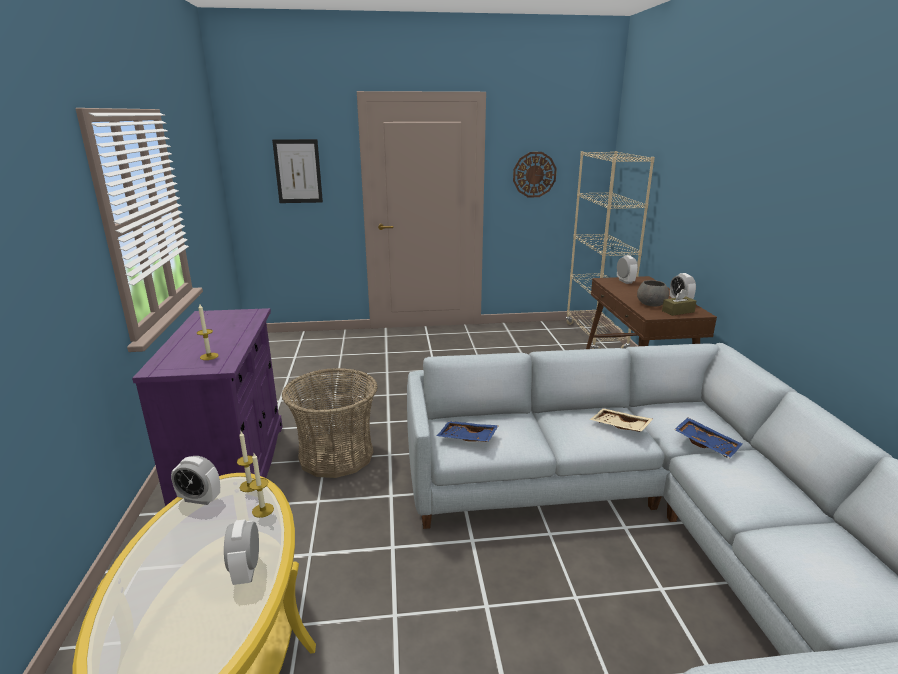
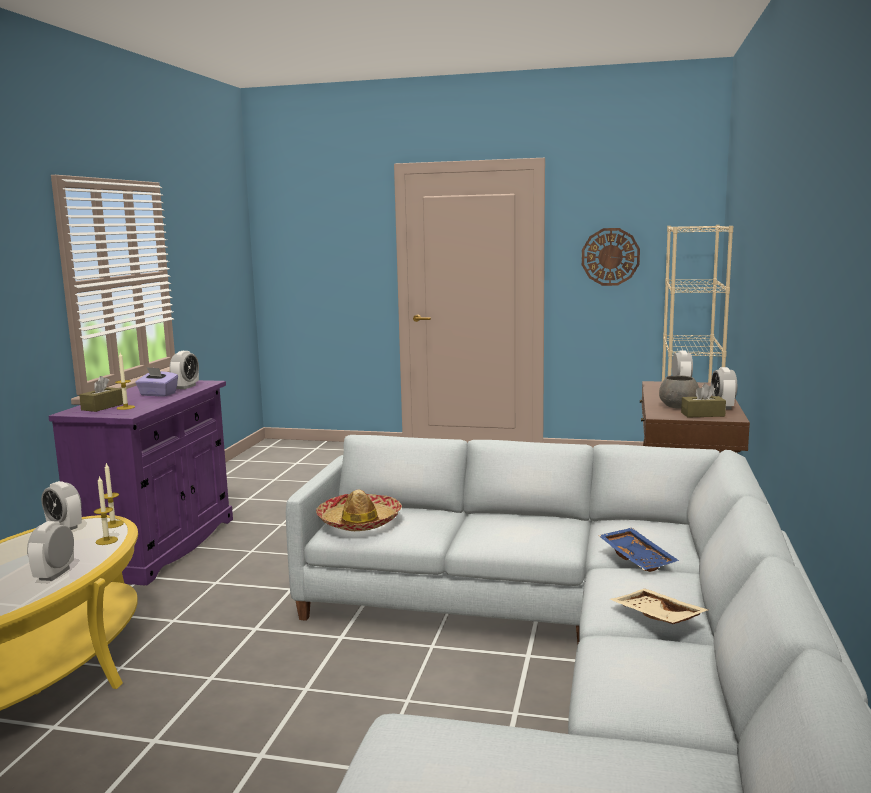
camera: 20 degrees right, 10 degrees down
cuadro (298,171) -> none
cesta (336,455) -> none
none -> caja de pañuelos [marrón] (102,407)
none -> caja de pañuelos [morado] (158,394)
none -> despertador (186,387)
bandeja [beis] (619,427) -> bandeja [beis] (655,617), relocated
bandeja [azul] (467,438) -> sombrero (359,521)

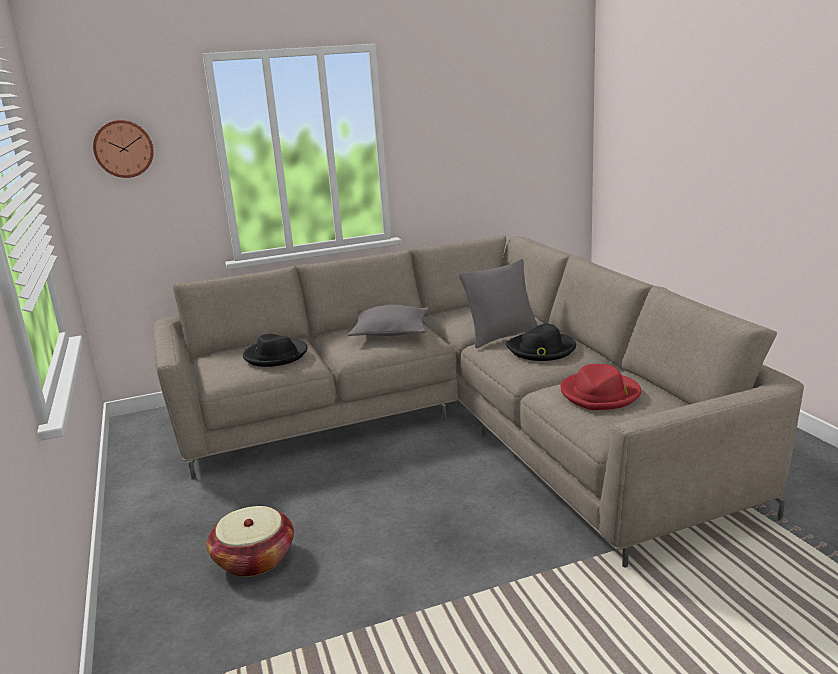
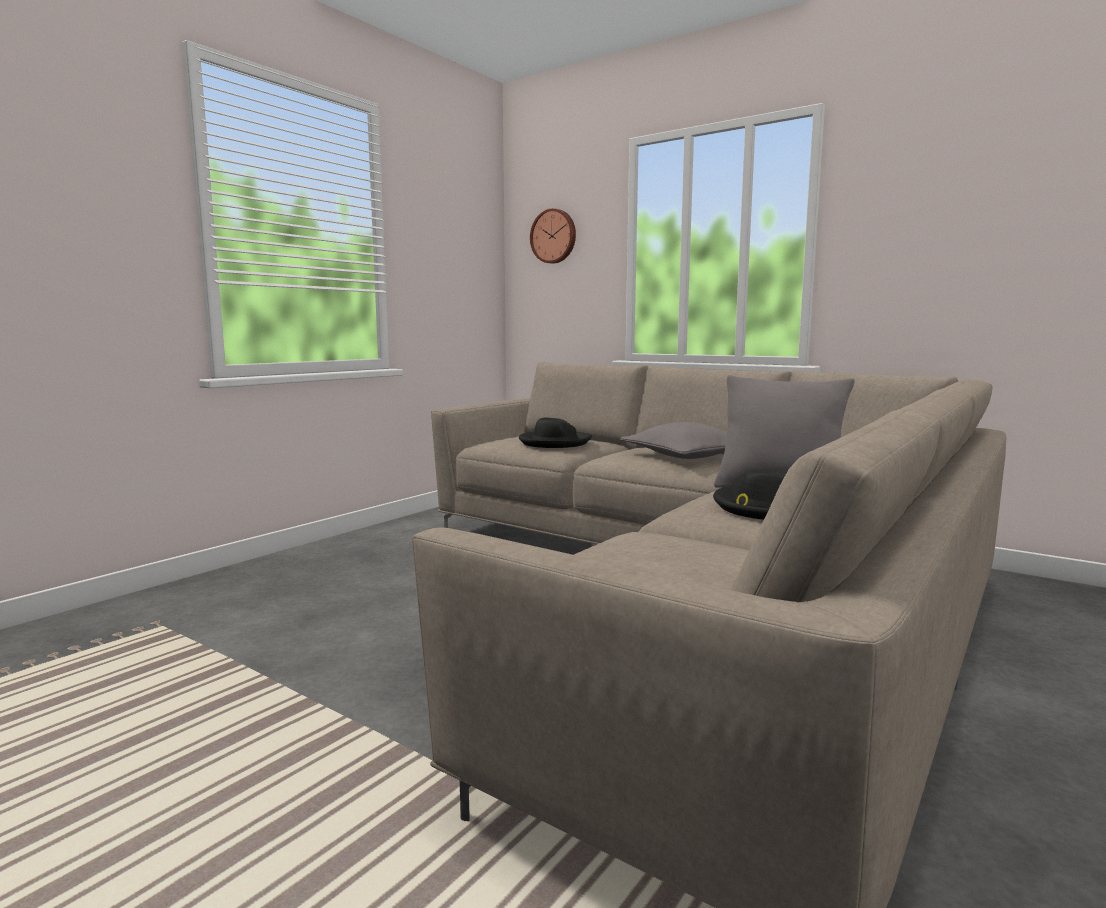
camera: 55 degrees right, 10 degrees down
cesta (254,559) -> none
sombrero [rojo] (600,394) -> none

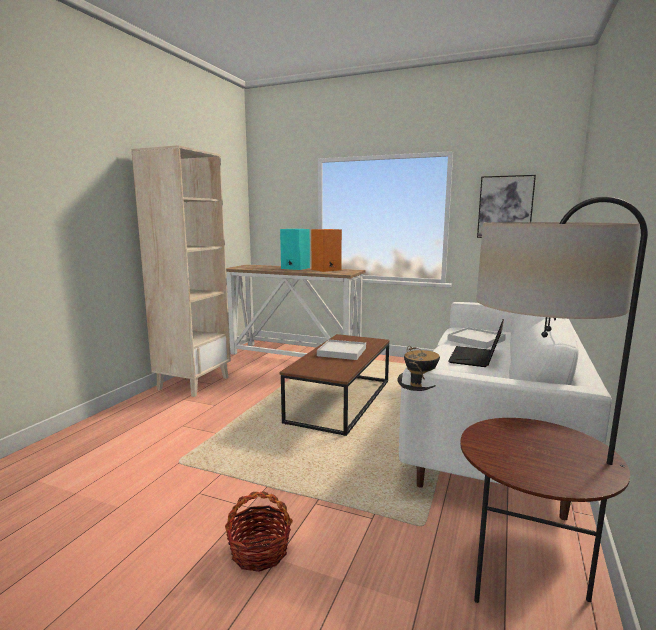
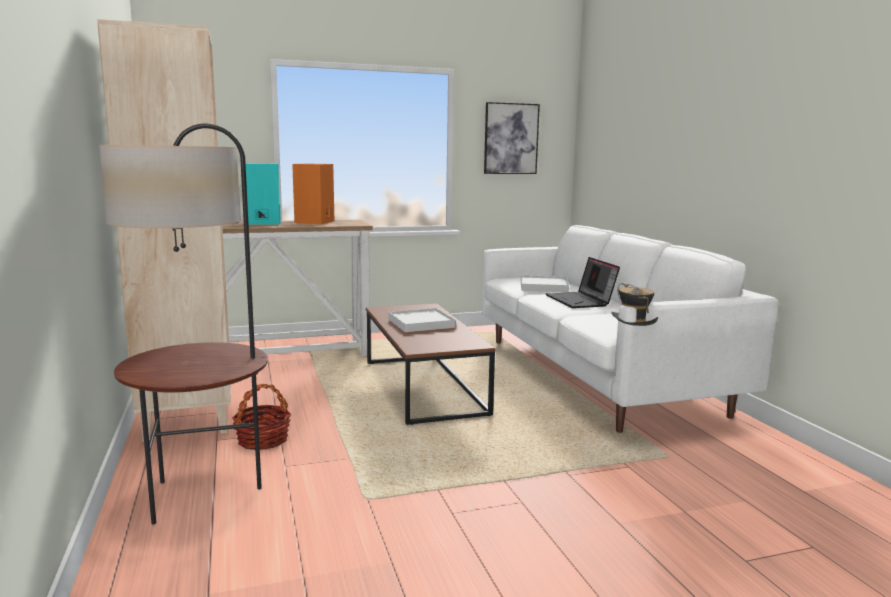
camera: 40 degrees left, 0 degrees up
cesta (259,551) -> cesta (263,440), relocated
lámpara de pie (524,582) -> lámpara de pie (203,496), relocated

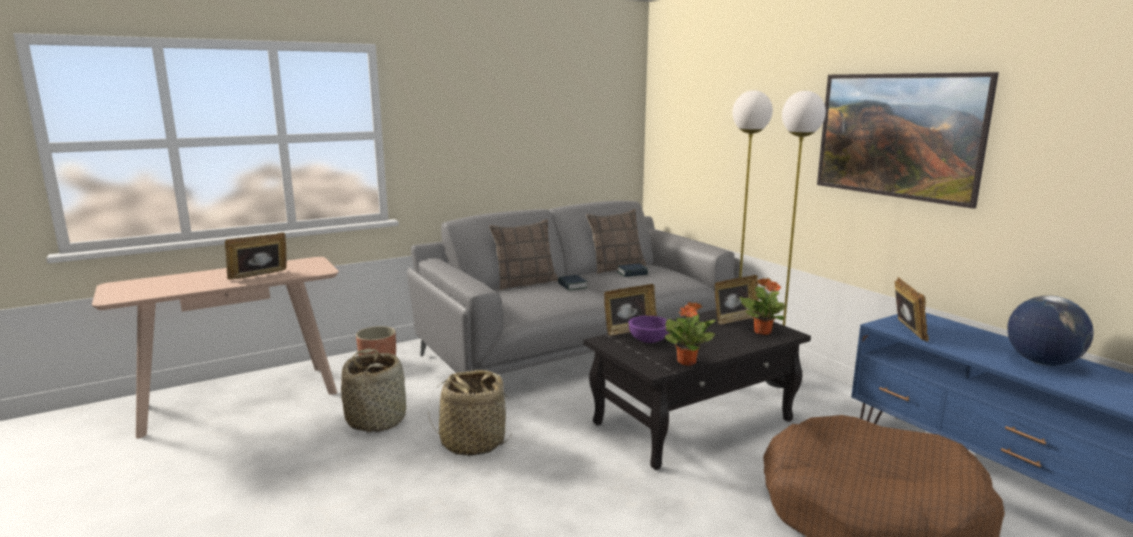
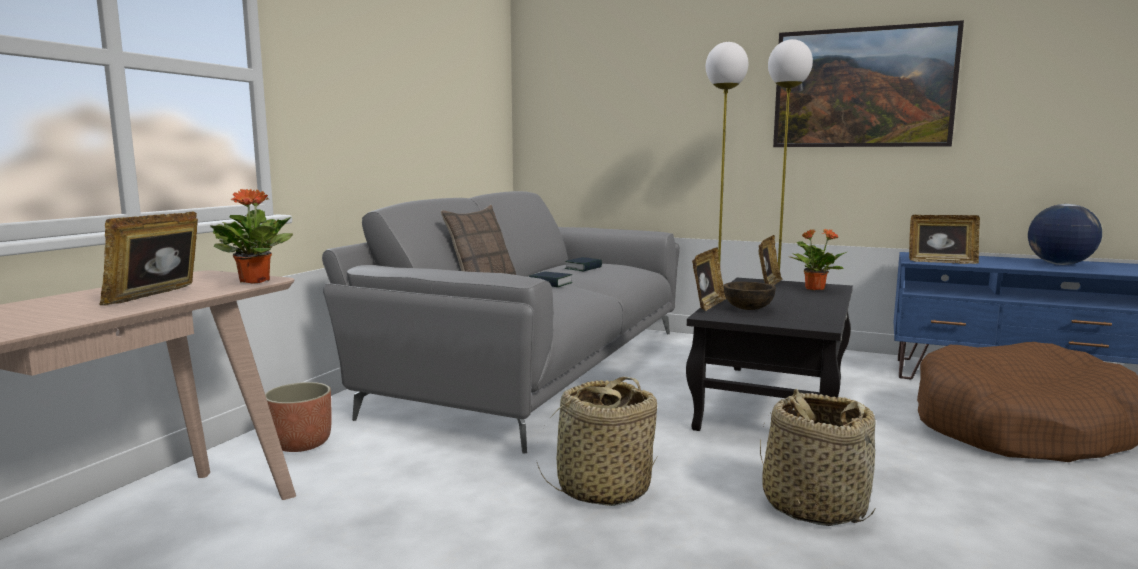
camera: 35 degrees left, 5 degrees down
cojín (616,267) -> none
cesta (377,420) -> cesta (813,505), relocated
planta en maceta (687,362) -> planta en maceta (255,281), relocated
cuenco [morado] (648,340) -> cuenco [marrón] (748,309)
portarretratos (906,331) -> portarretratos (941,262), 135 degrees clockwise

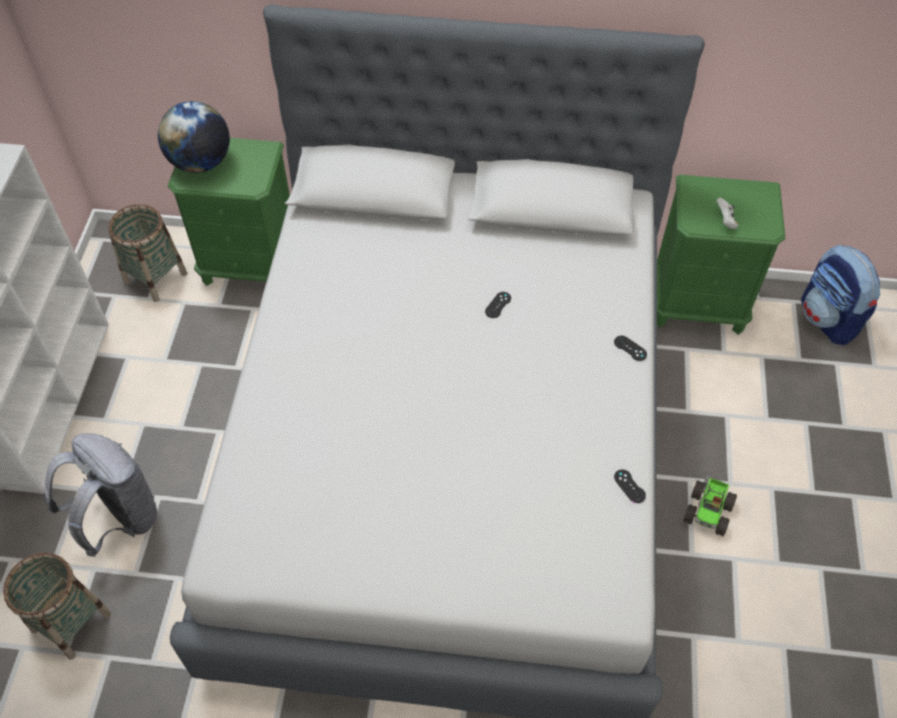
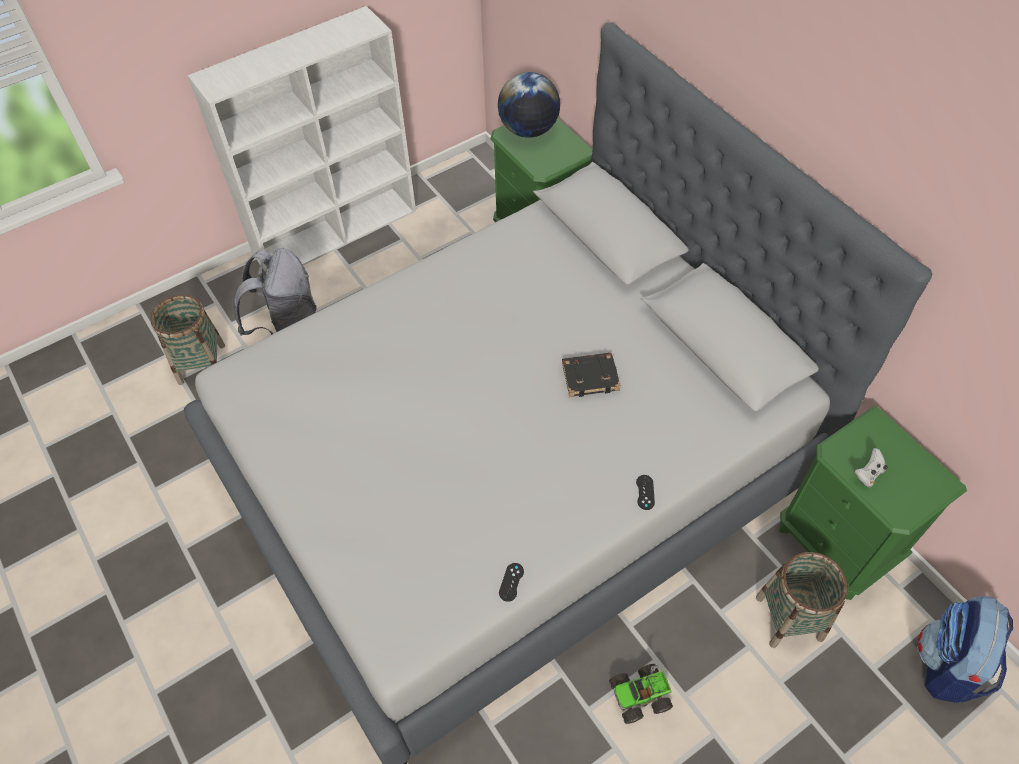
camera: 50 degrees right, 0 degrees up
cesta (156,277) -> cesta (789,618), relocated
mando de consola [negro] (498,305) -> libro [negro] (590,376)

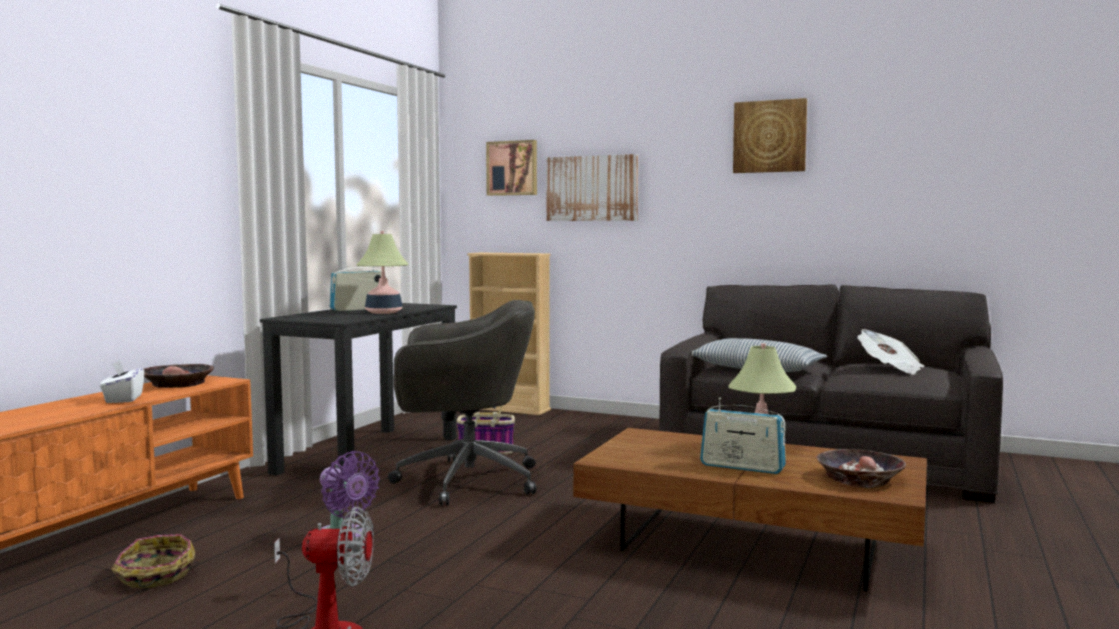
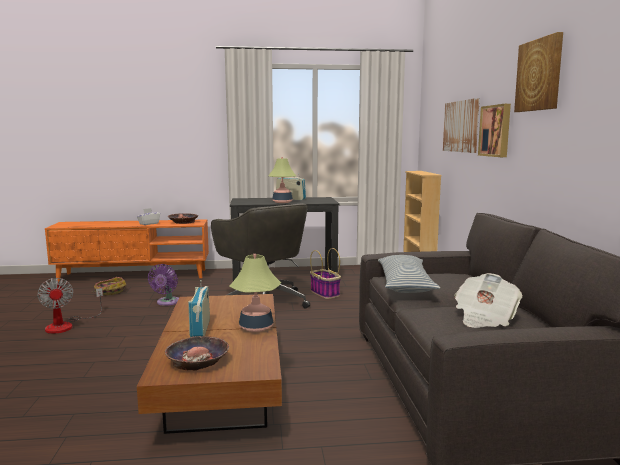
camera: 60 degrees right, 5 degrees up
cuadro (512,168) -> cuadro (496,131), relocated

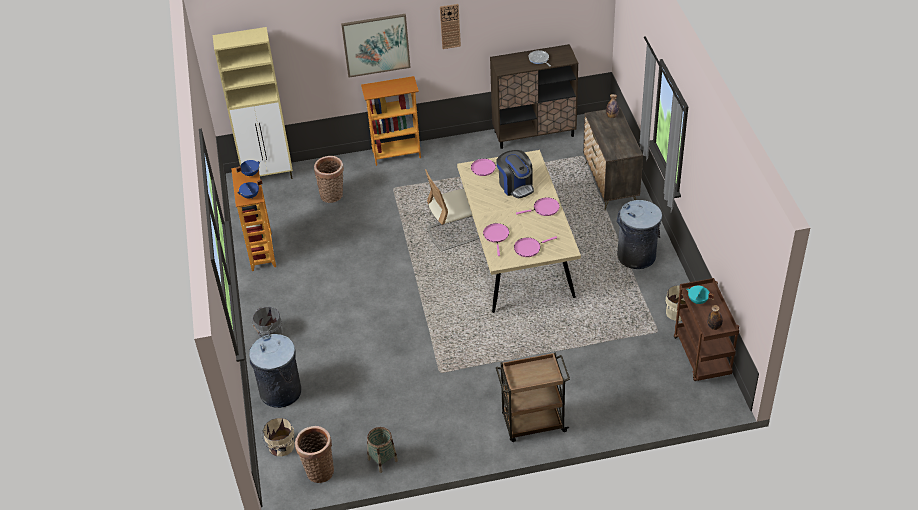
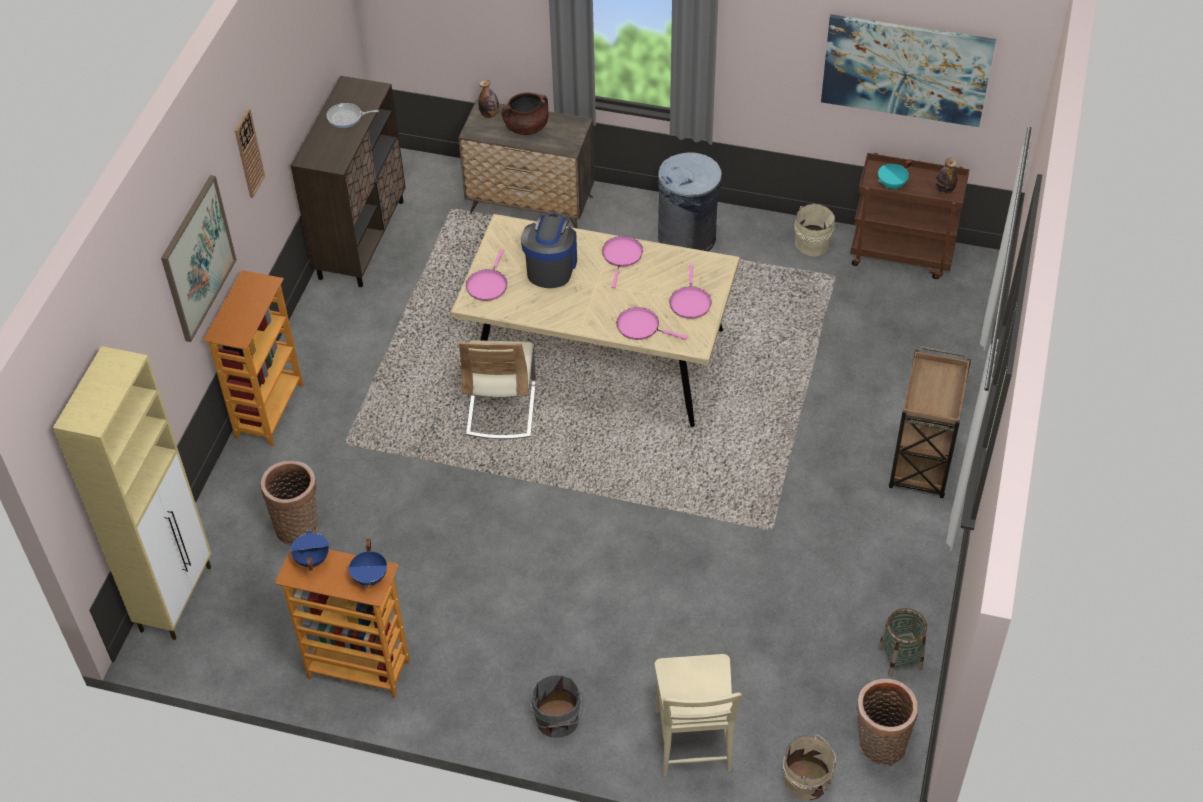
camera: 65 degrees left, 5 degrees up
none -> olla [marrón] (526,127)
none -> cuadro (906,70)
papelera [gris] (280,392) -> silla [beis] (693,745)
cafetera (515,185) -> cafetera (551,267), 75 degrees counterclockwise

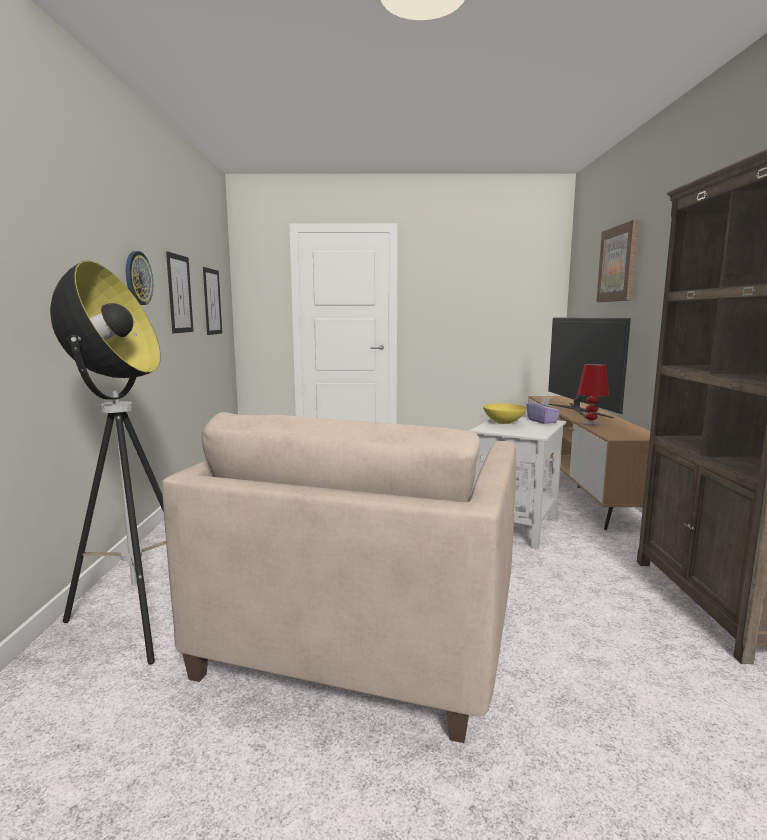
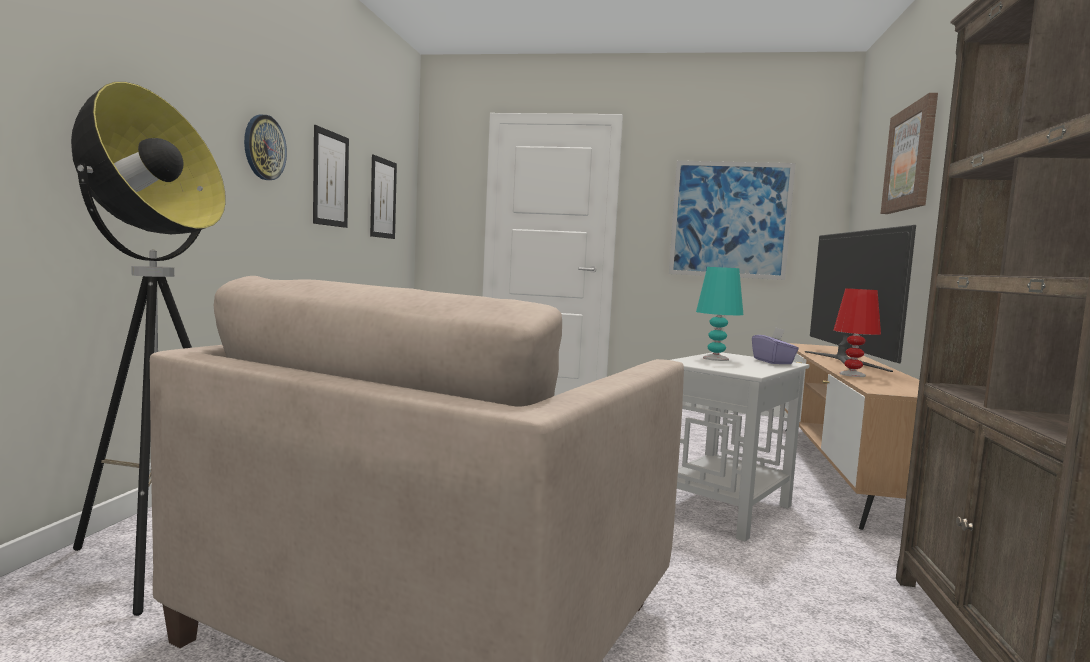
camera: 10 degrees right, 5 degrees down
none -> cuadro (730,220)
cuenco [amarillo] (504,422) -> lámpara de mesa [turquesa] (716,358)

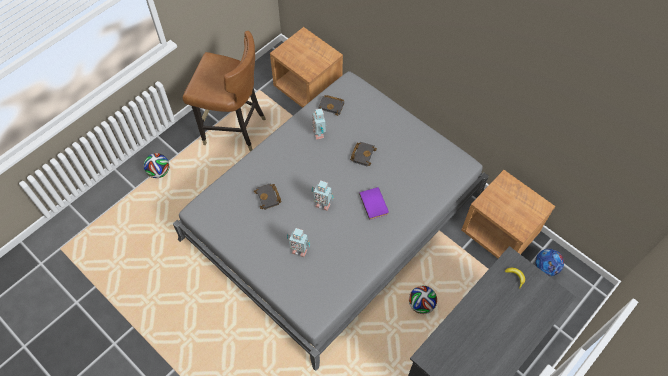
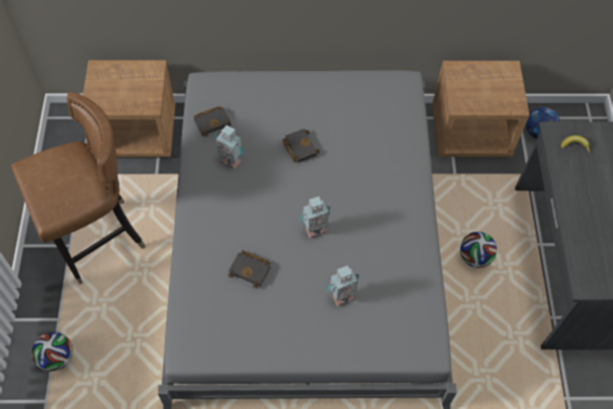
camera: 45 degrees left, 0 degrees up
libro [morado] (375,203) -> none

